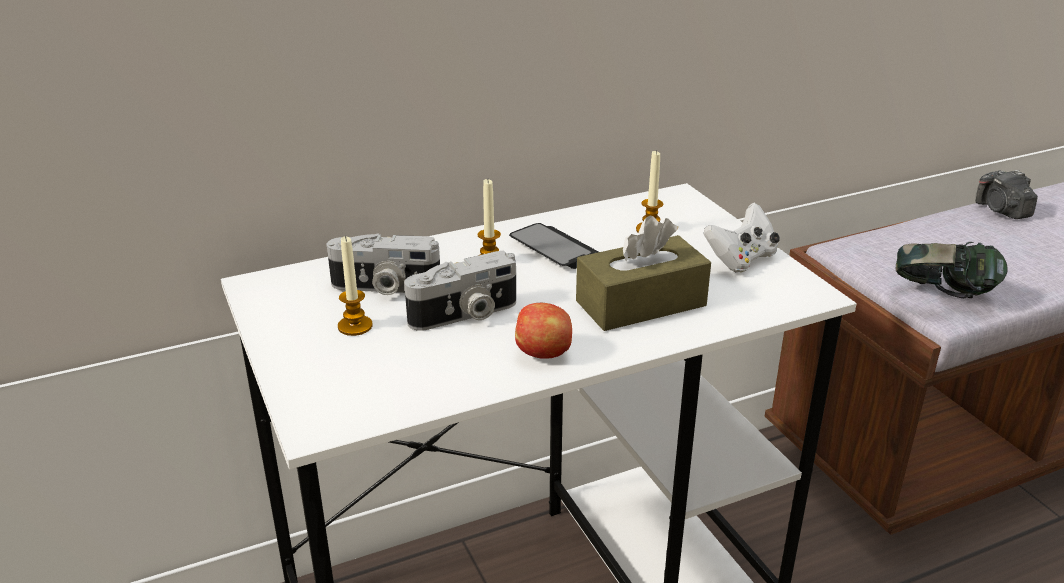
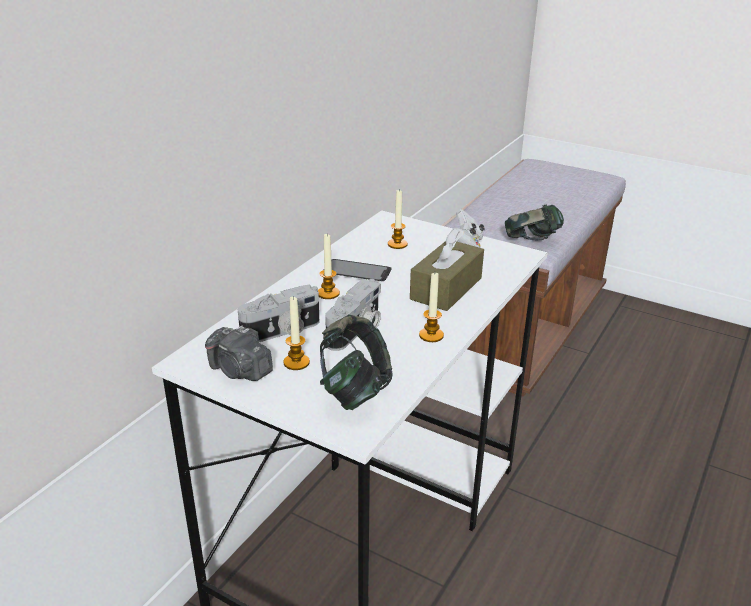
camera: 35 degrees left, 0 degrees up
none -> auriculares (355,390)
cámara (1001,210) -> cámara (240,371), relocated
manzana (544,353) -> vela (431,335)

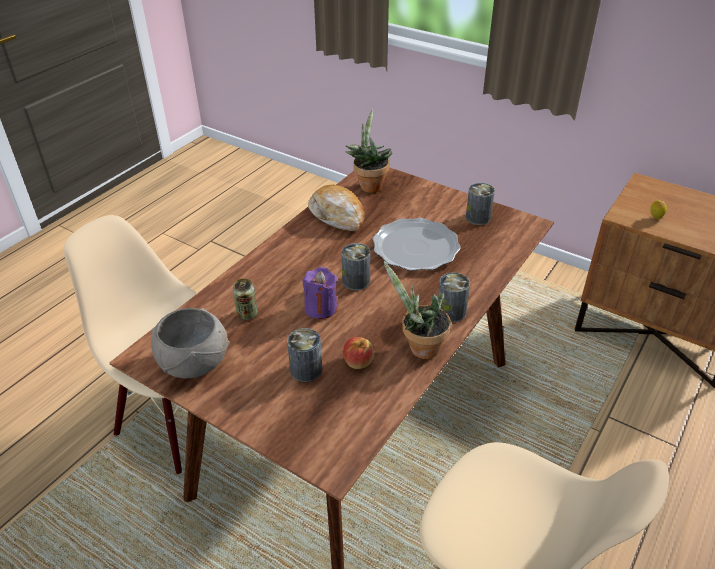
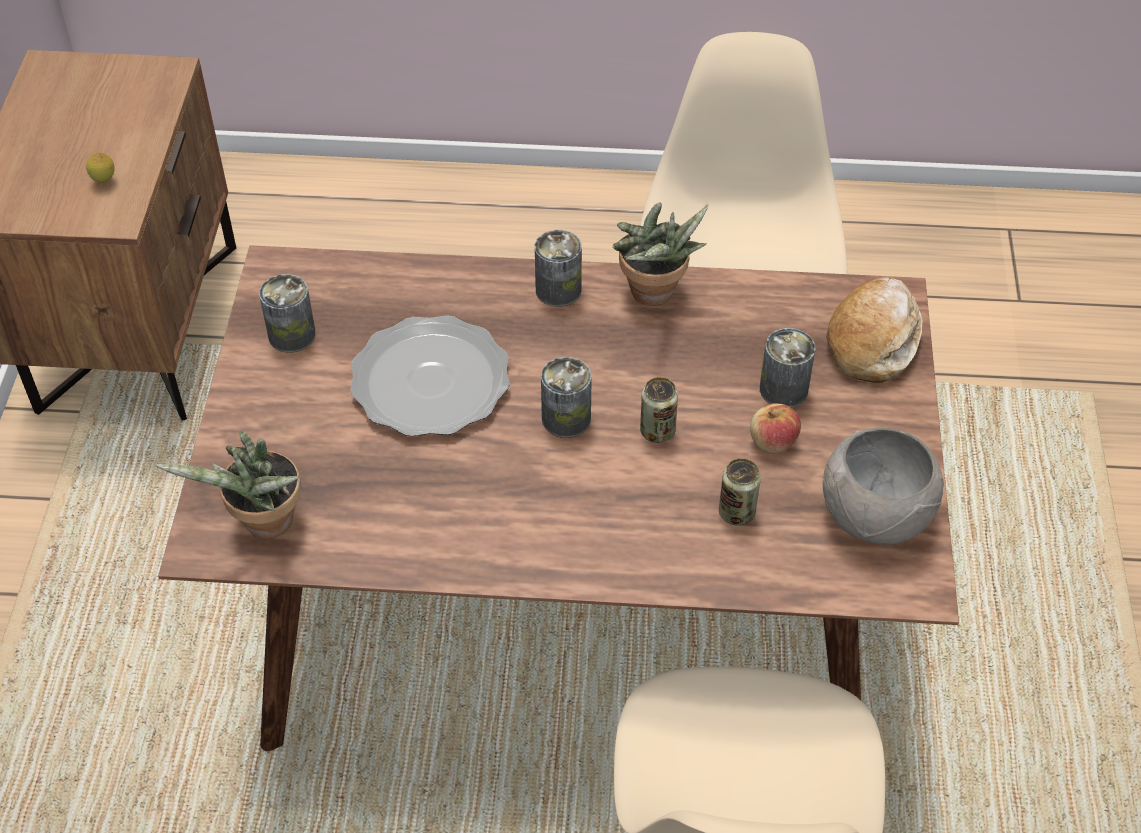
camera: 120 degrees left, 10 degrees up
pan (337,215) -> pan (873,340), relocated
manzana (358,362) -> manzana (772,442), relocated
vela [morado] (321,308) -> lata (657,431)

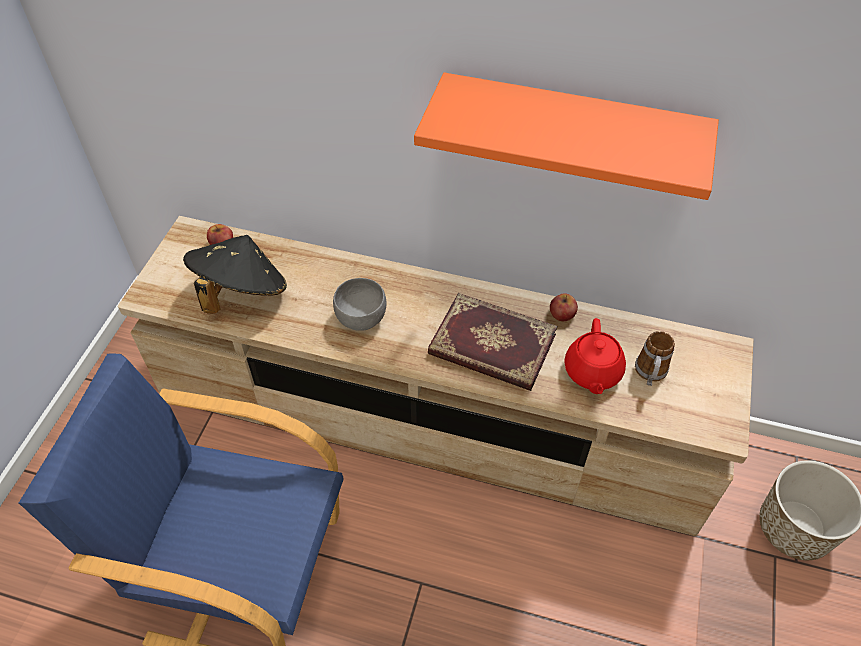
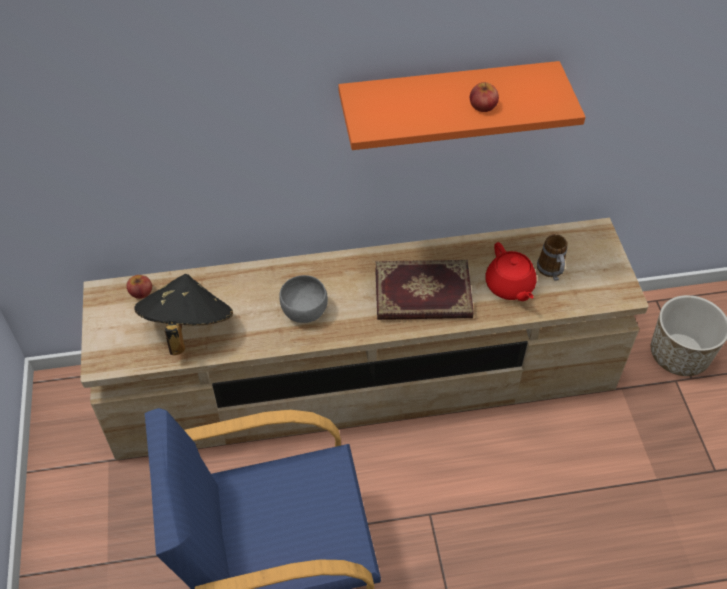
camera: 25 degrees left, 0 degrees up
manzana (562,313) -> manzana (483,105), relocated

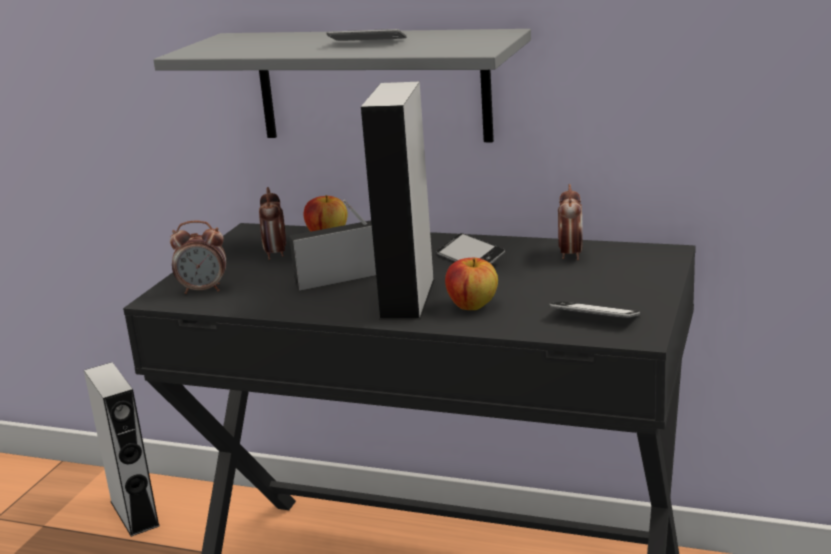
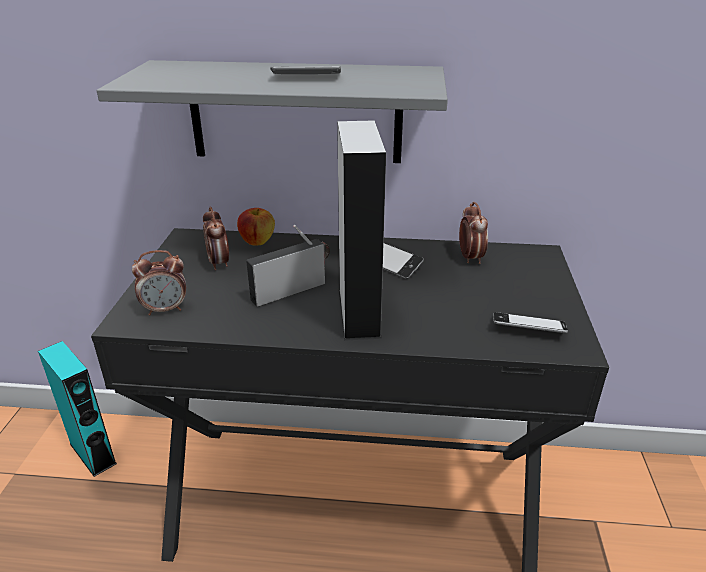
camera: 15 degrees left, 10 degrees up
manzana (472,306) -> none
altavoz [gris] (134,513) -> altavoz [turquesa] (92,453)

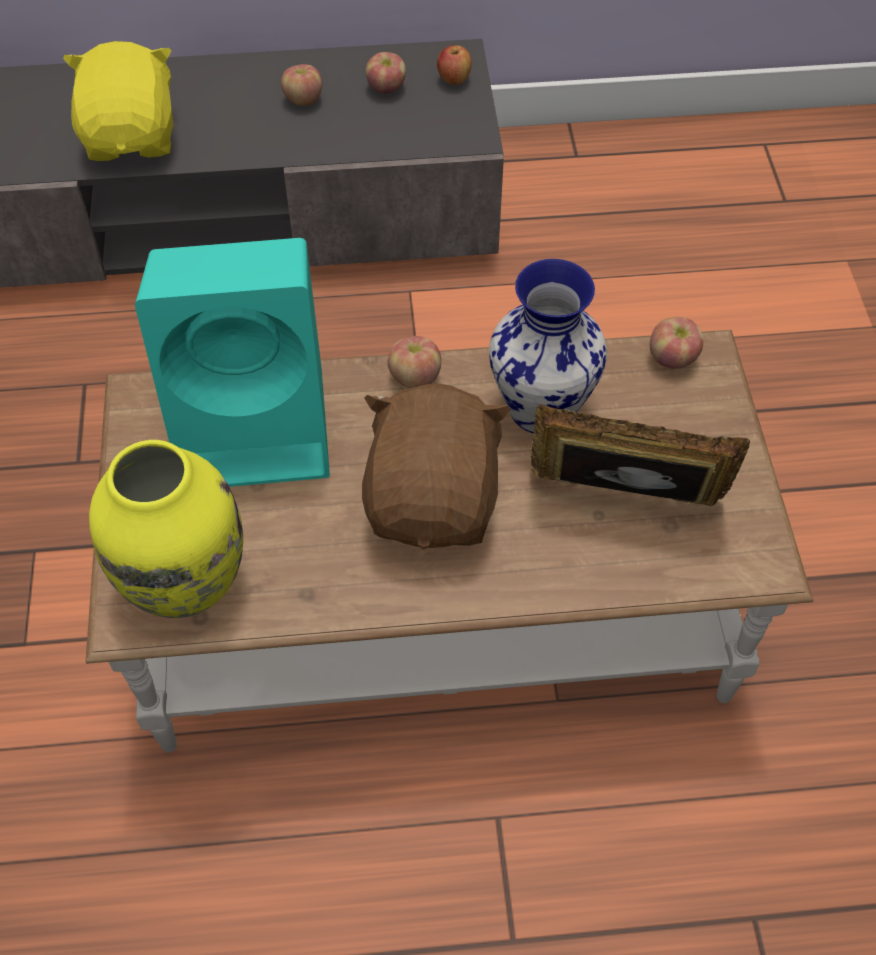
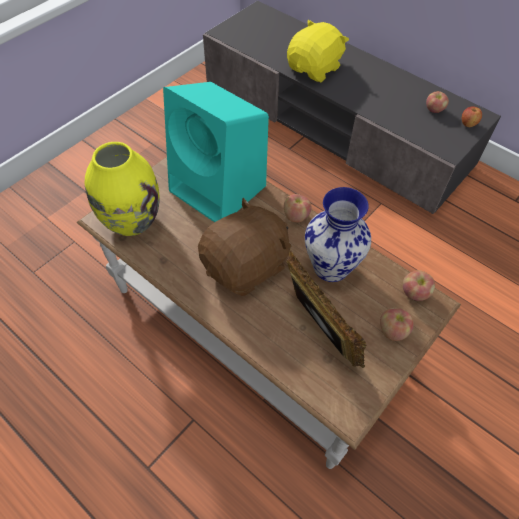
camera: 45 degrees right, 0 degrees up
manzana (303,99) -> manzana (392,330), relocated

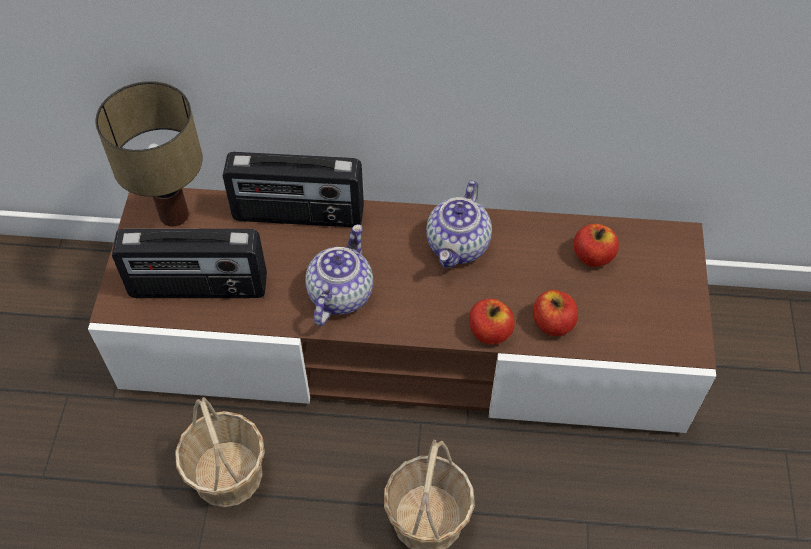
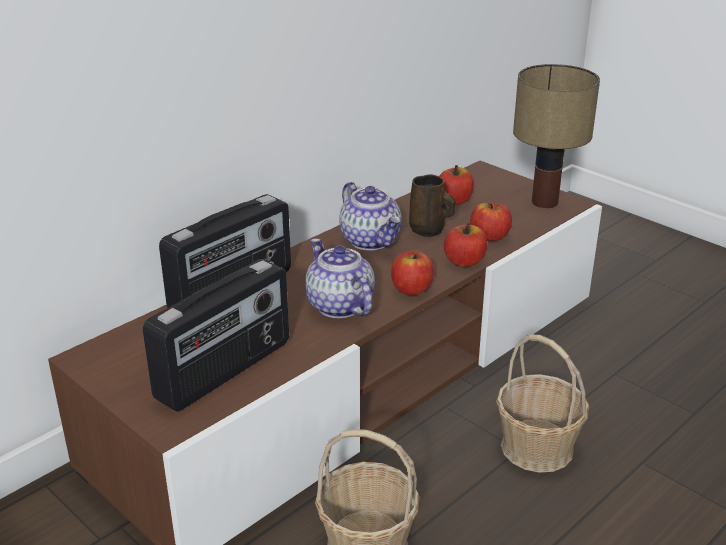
camera: 50 degrees left, 25 degrees down
none -> manzana (411,289)
none -> taza grande [marrón] (429,230)
lámpara de mesa (172,215) -> lámpara de mesa (543,202), relocated

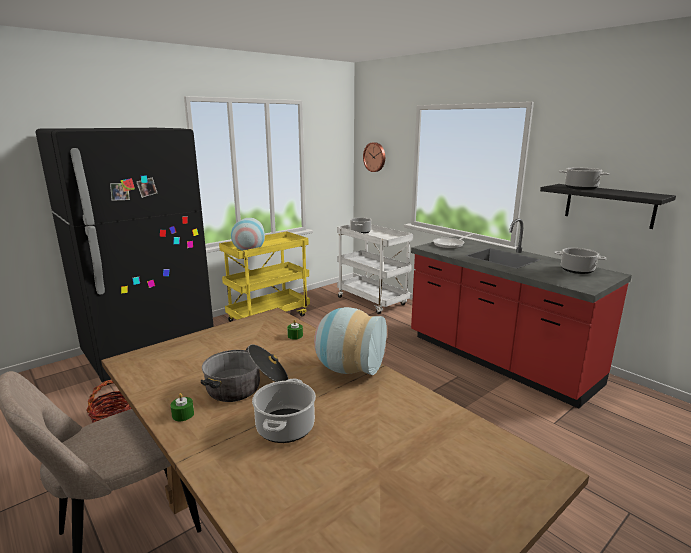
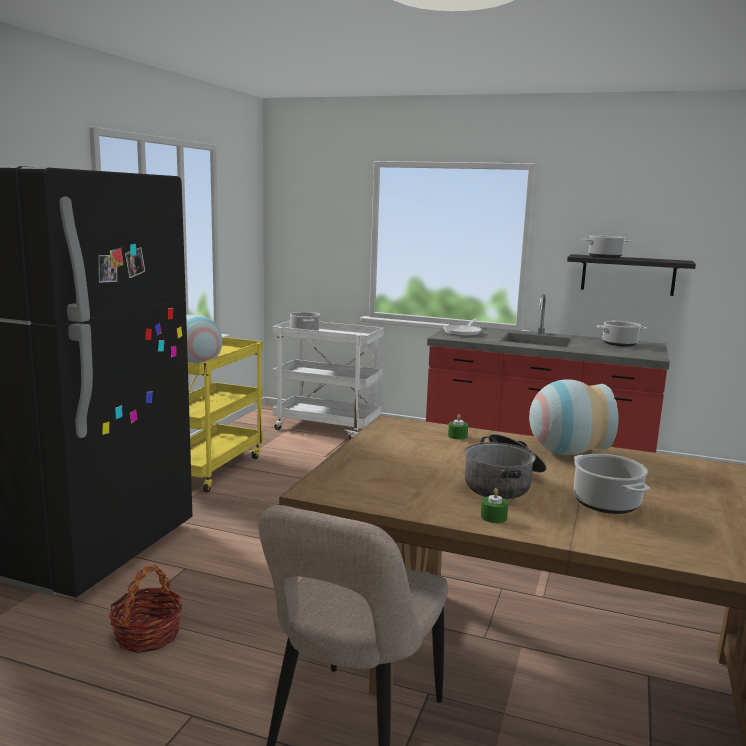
camera: 30 degrees left, 5 degrees down
reloj de pared (375,157) -> none

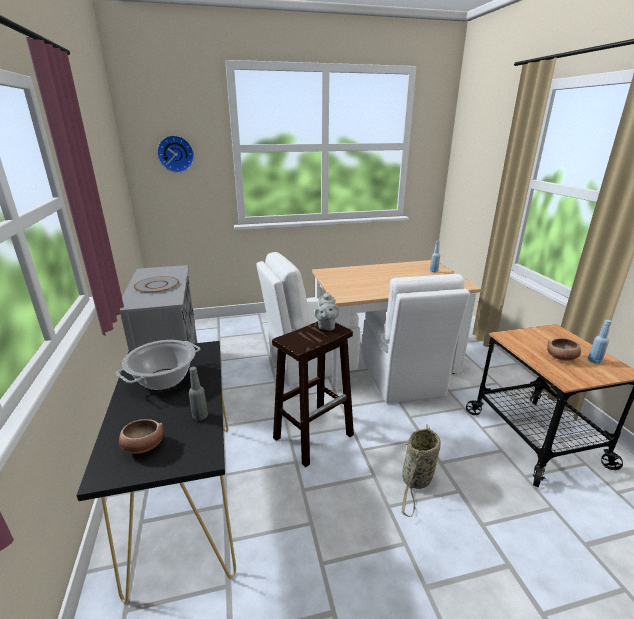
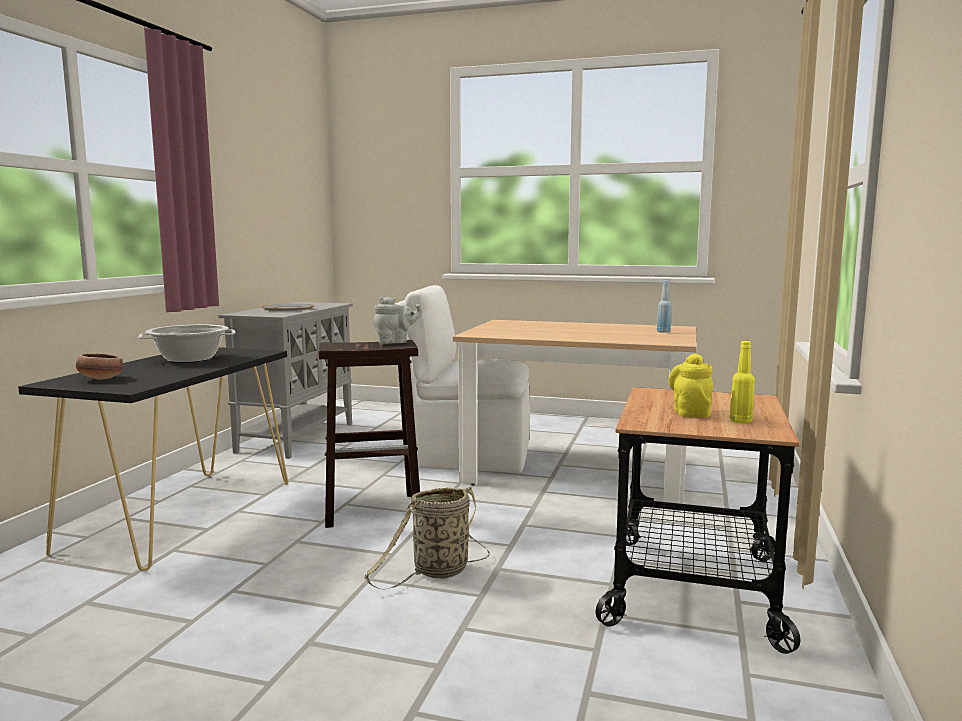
camera: 30 degrees right, 15 degrees down
reloj de pared (176,154) -> none
botella [gris] (200,416) -> none
silla [blanco] (402,378) -> none
cuenco (561,358) -> tetera [amarillo] (690,412)
botella [azul] (594,361) -> botella [amarillo] (740,421)
tetera [gris] (326,326) -> tetera [gris] (395,342), 135 degrees counterclockwise

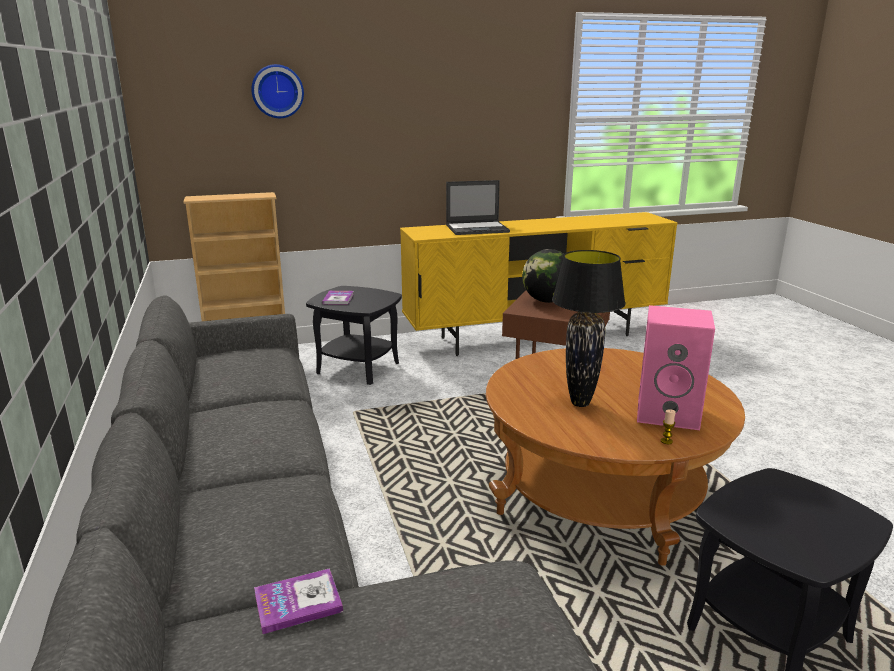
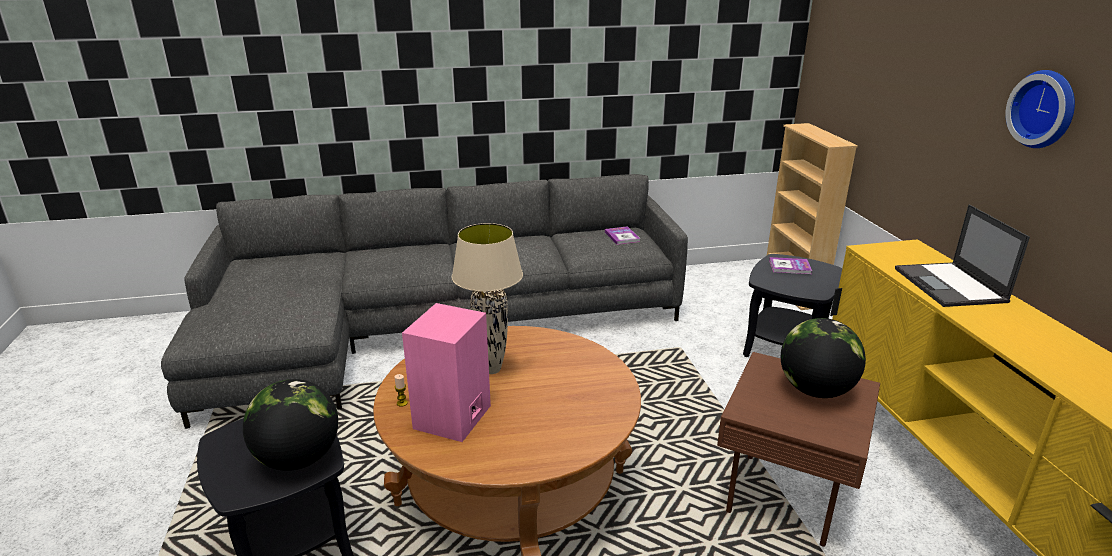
camera: 95 degrees right, 5 degrees up
none -> globo terráqueo (298,459)
reloj de pared (277,91) -> reloj de pared (1045,109), relocated
libro (298,602) -> libro (622,236), relocated
lámpara de mesa [negro] (580,403) -> lámpara de mesa [beis] (492,369)

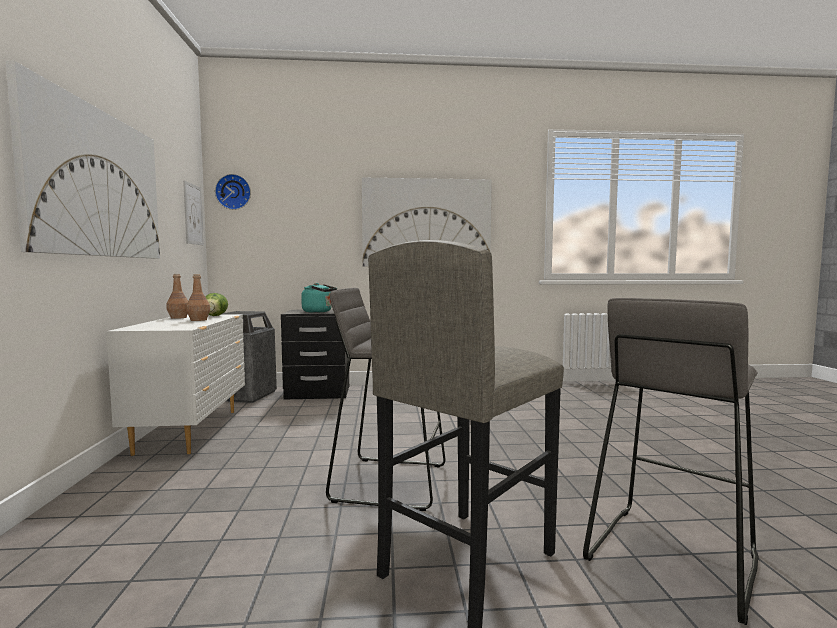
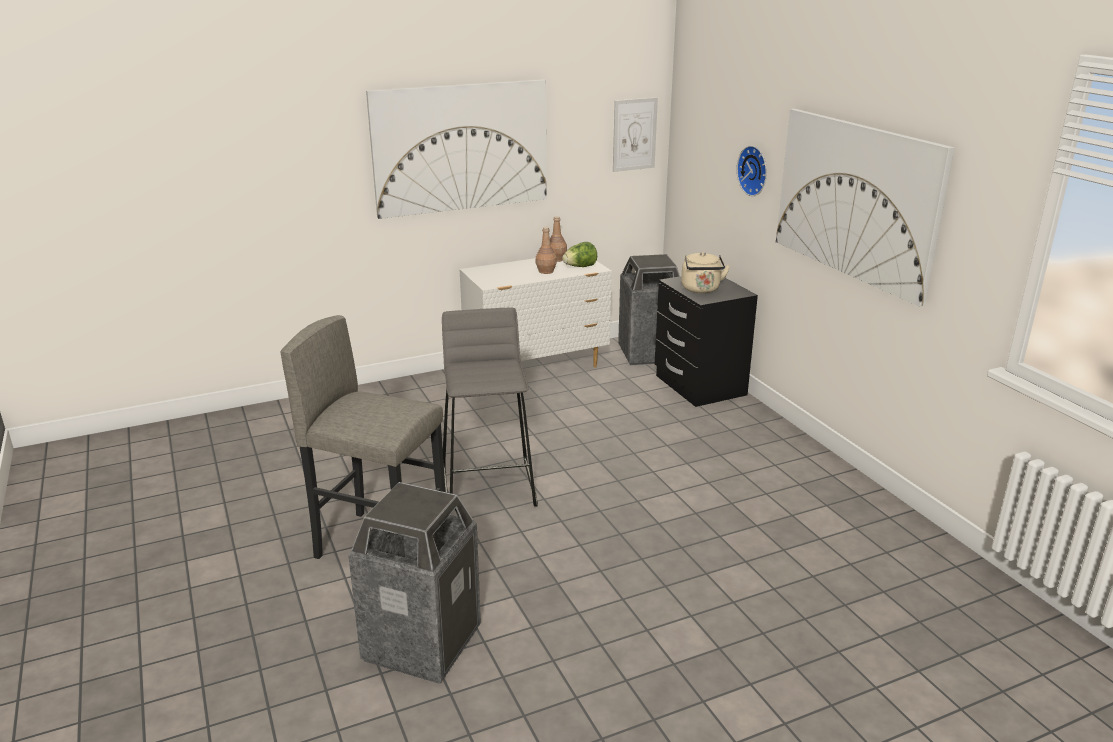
camera: 70 degrees right, 20 degrees up
reloj de pared (233,192) -> reloj de pared (755,170), relocated
taburete [gris] (670,557) -> papelera (422,643)
hervidor [turquesa] (319,311) -> hervidor [beis] (701,290)

